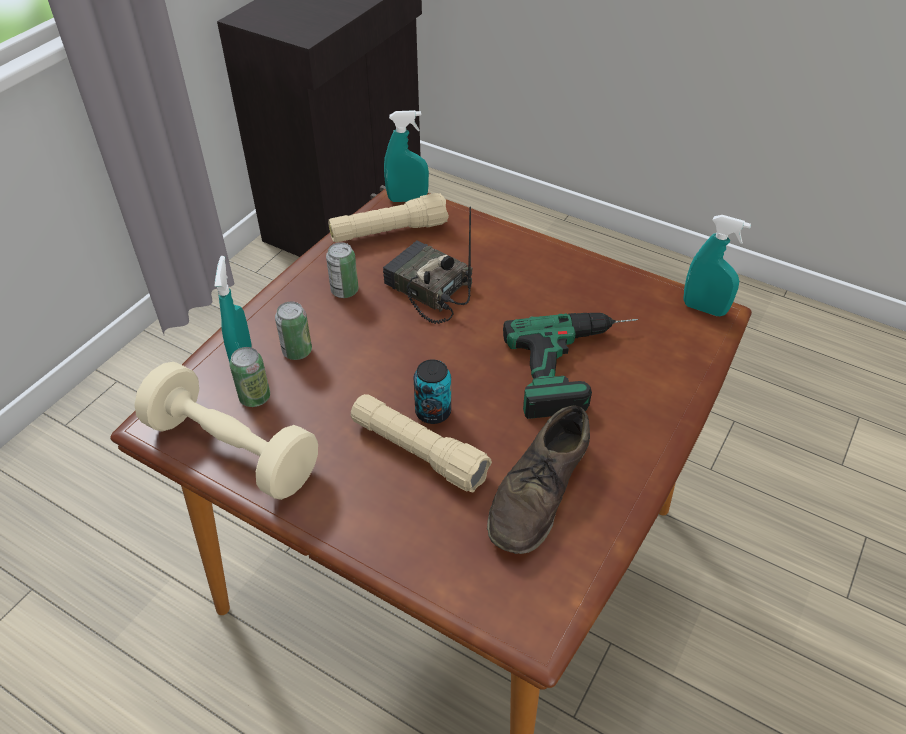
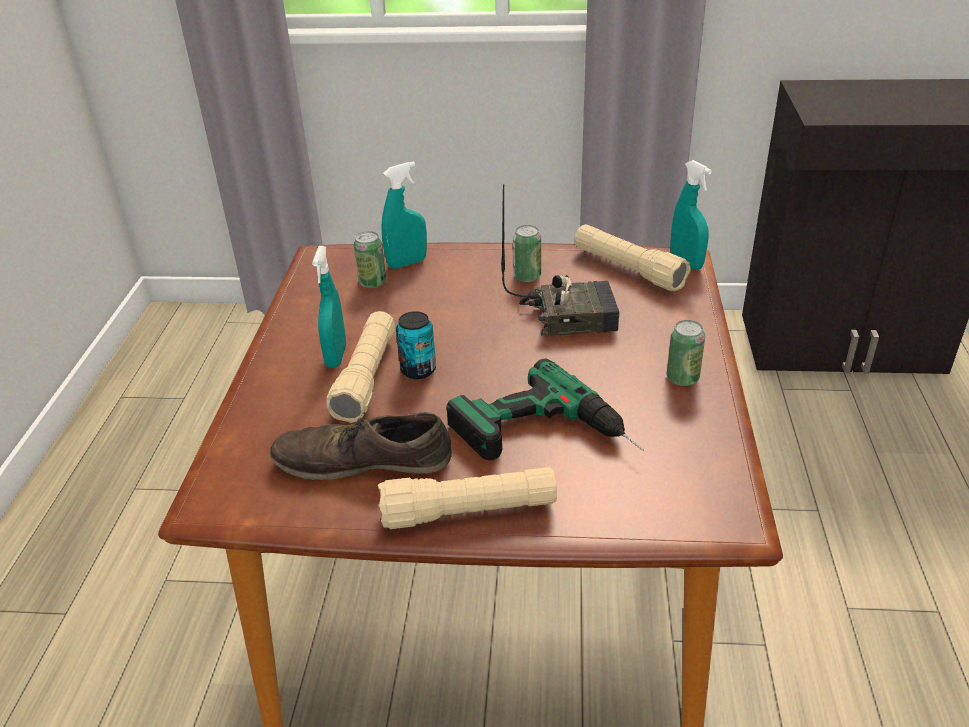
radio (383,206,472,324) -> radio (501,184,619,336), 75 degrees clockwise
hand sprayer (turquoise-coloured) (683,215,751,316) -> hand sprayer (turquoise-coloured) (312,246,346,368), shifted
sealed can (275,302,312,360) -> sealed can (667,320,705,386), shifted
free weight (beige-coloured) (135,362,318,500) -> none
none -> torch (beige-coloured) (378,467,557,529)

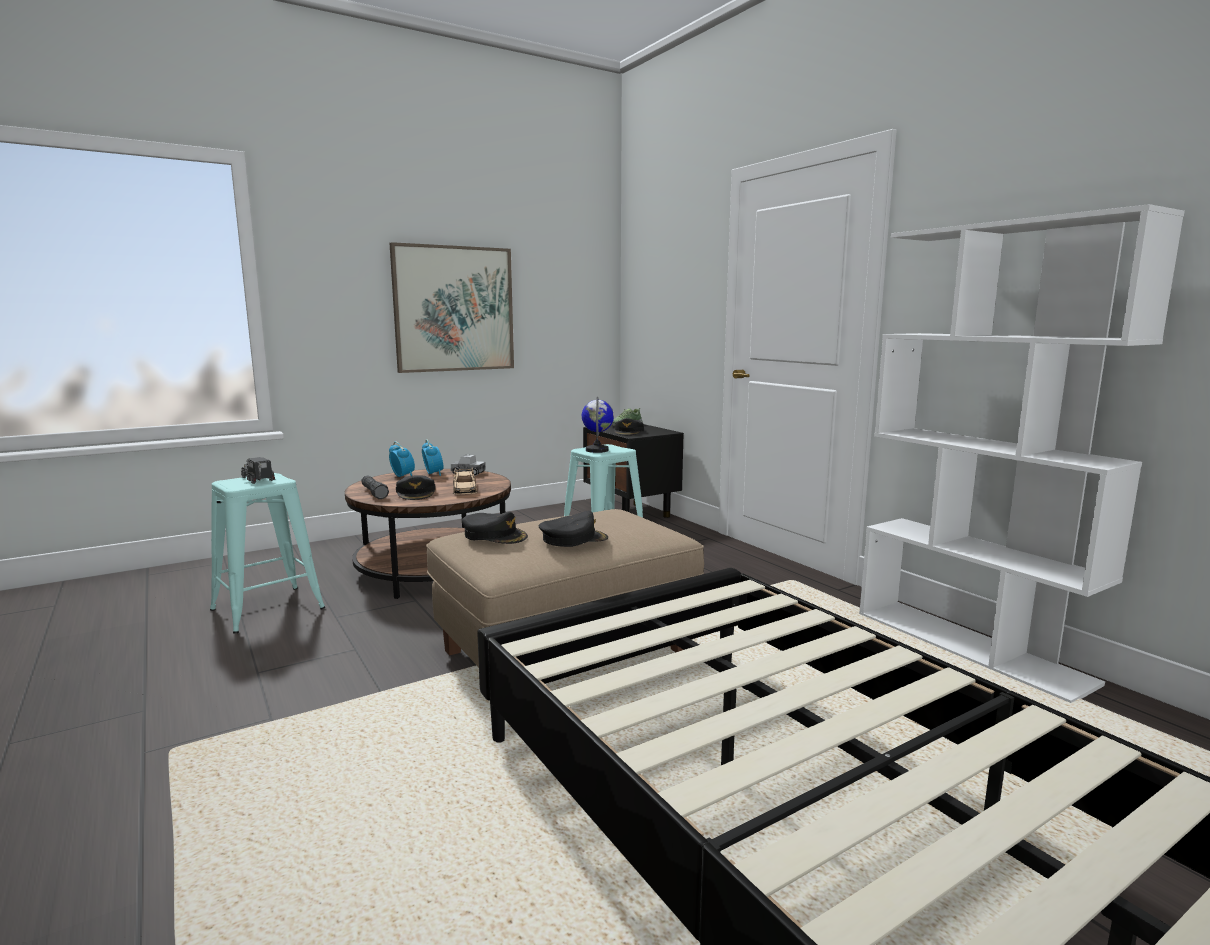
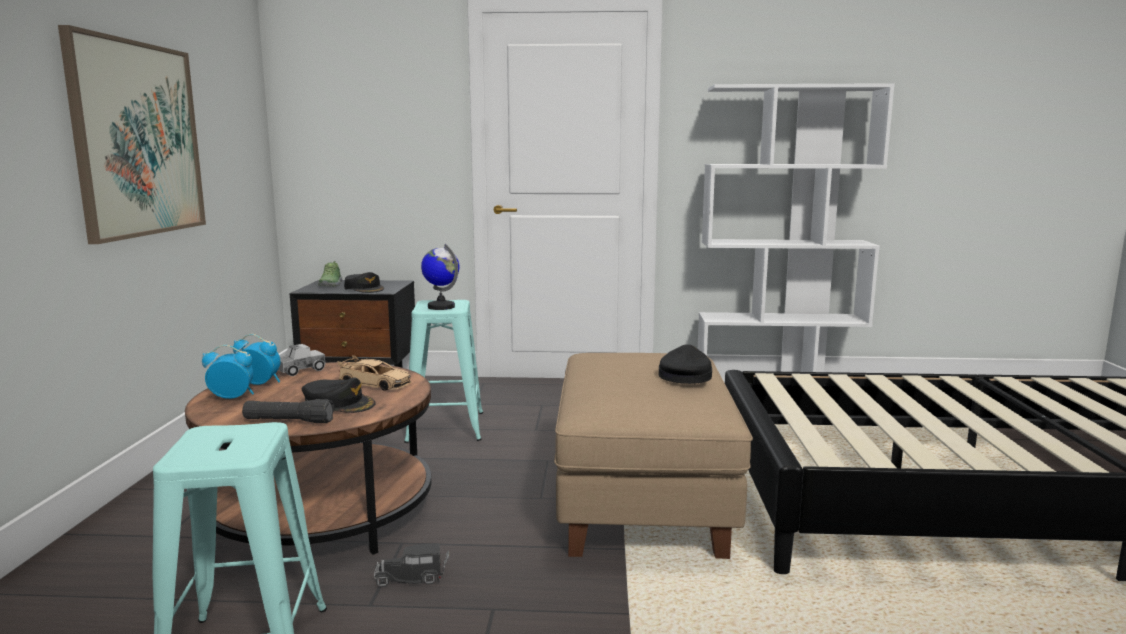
model truck (241,457,275,484) -> model truck (374,543,450,587), shifted
peaked cap (black) (462,512,528,544) -> none

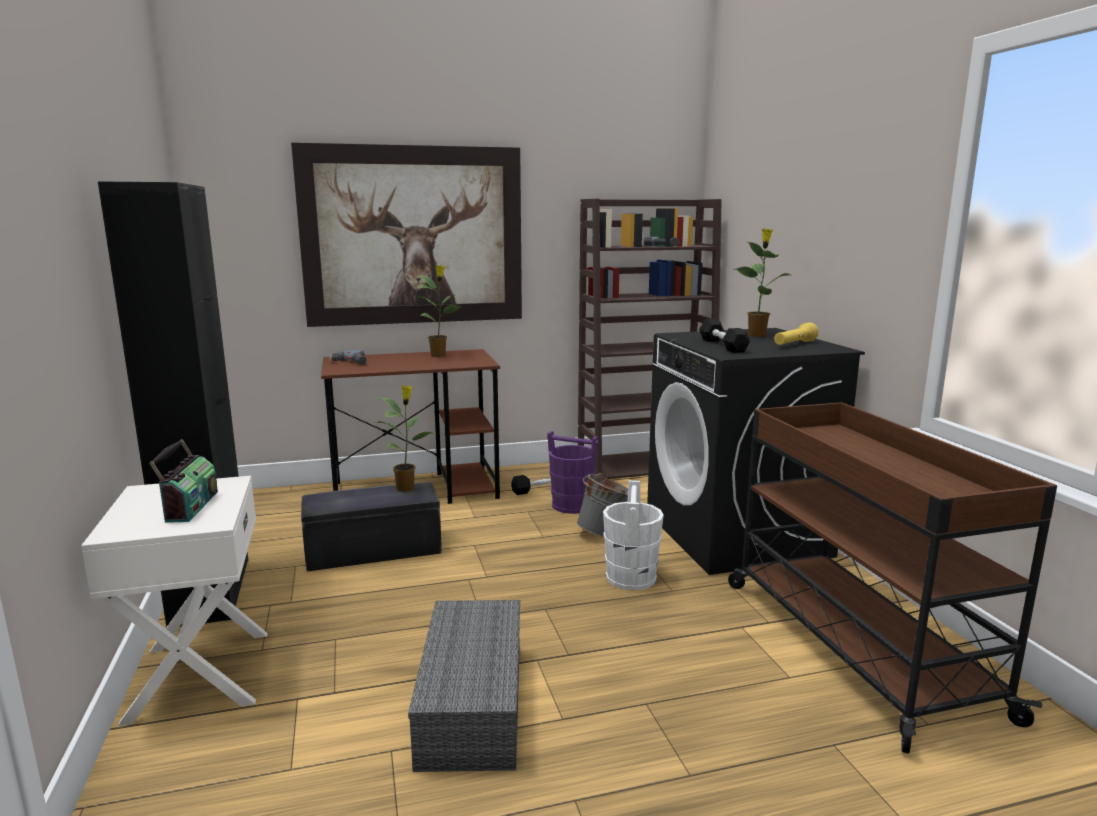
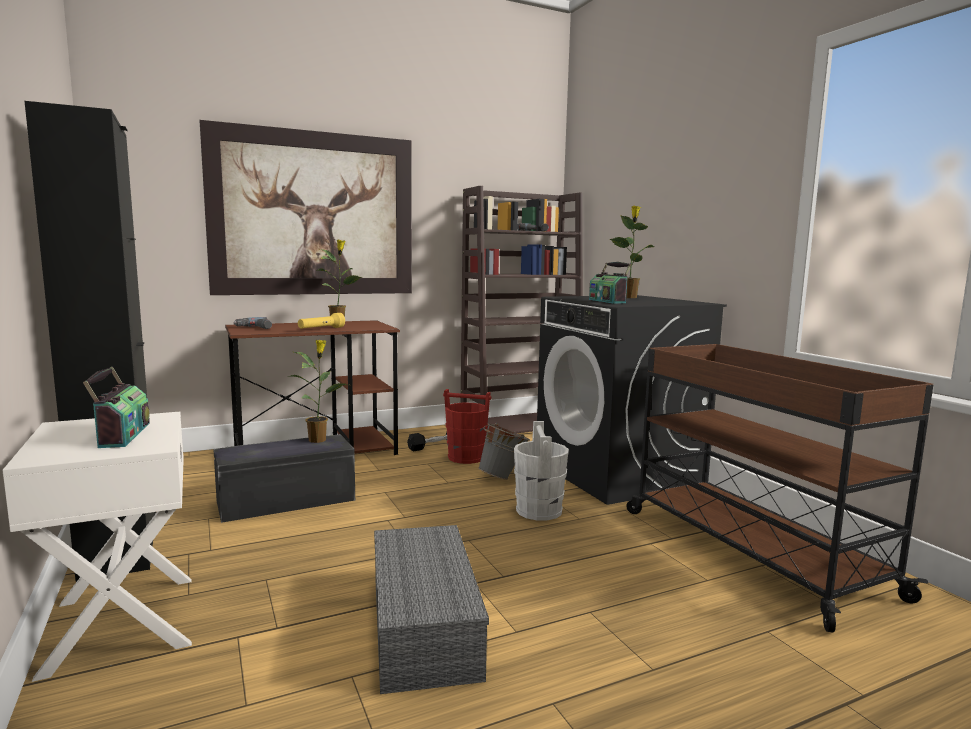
free weight (black) (699,319,750,353) -> radio (589,262,632,303)
torch (yellow-coloured) (774,323,819,345) -> torch (yellow-coloured) (298,313,345,329), shifted
pail (purple) (547,431,599,514) -> pail (red-coloured) (443,389,491,464)

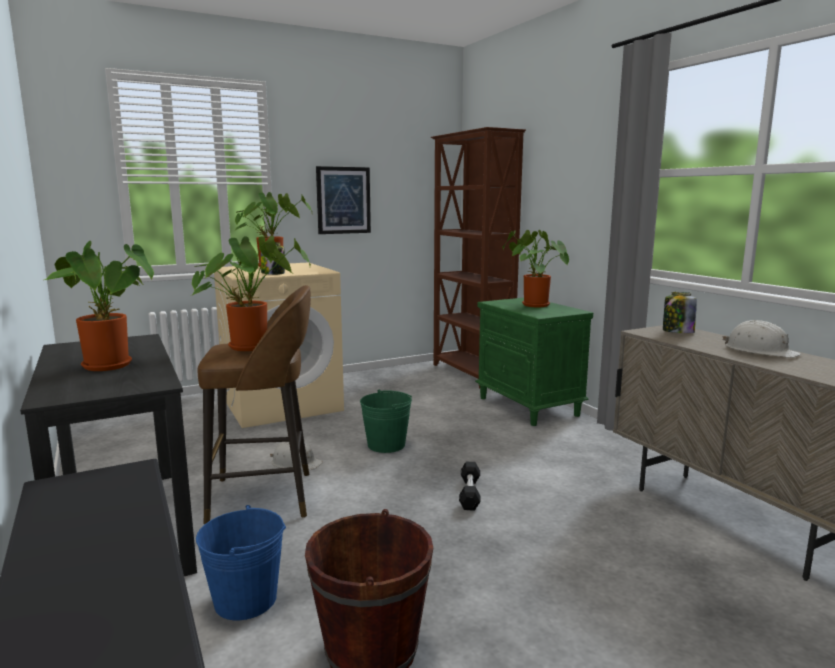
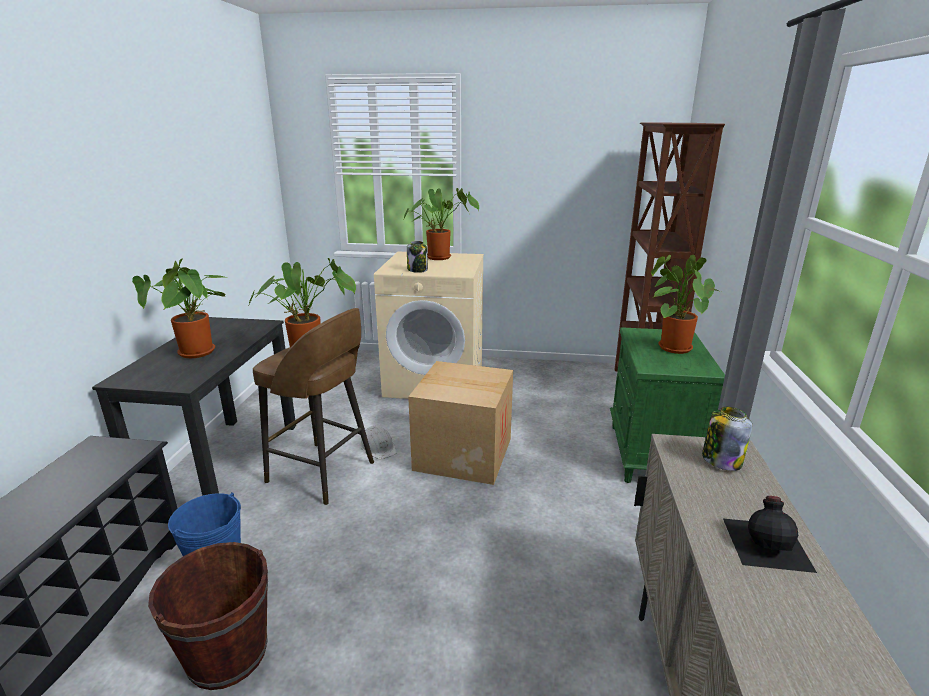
wall art (316,166,371,234) -> none
work helmet (white-coloured) (722,320,801,358) -> bottle (black) (723,496,817,573)
pail (green-coloured) (360,389,412,453) -> carton (408,361,513,485)
free weight (black) (459,462,480,511) -> none

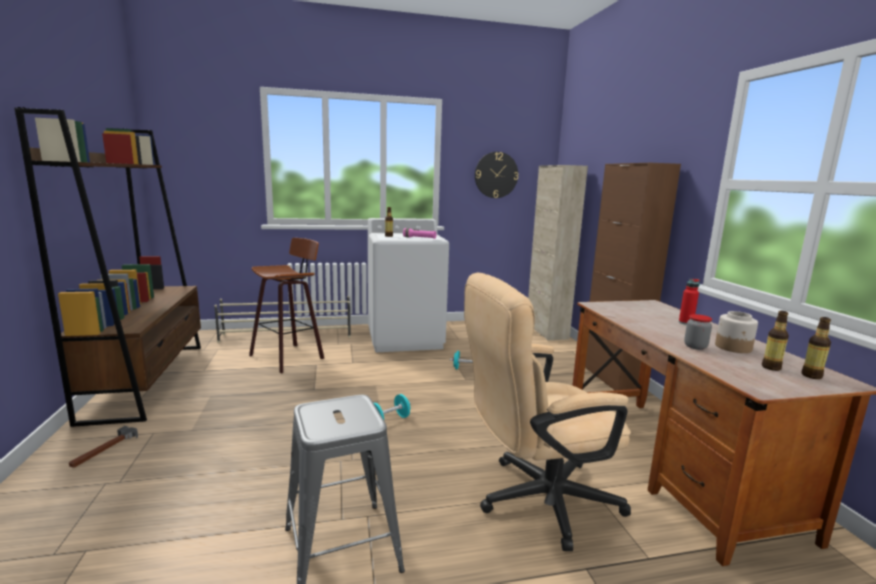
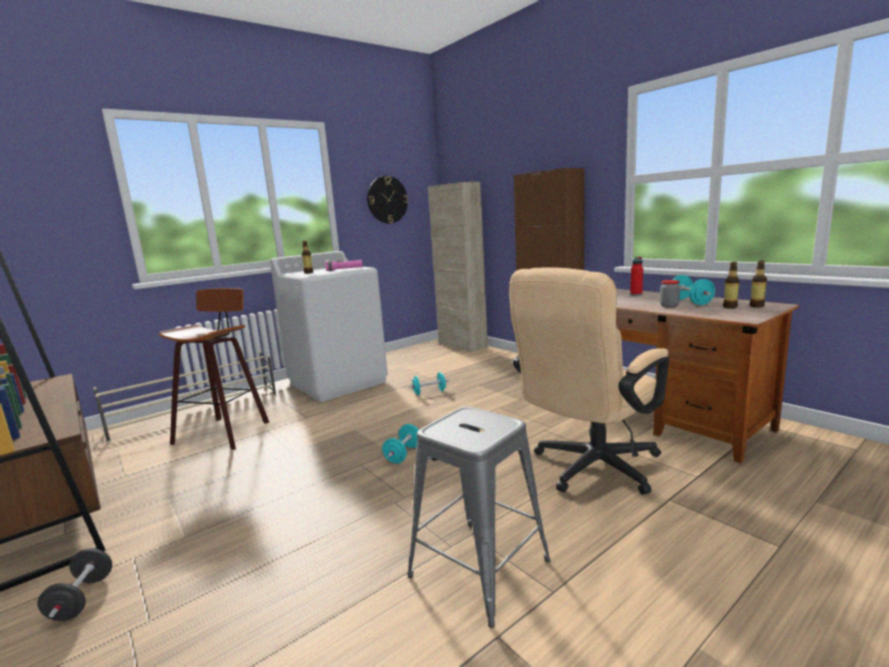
storage jar (715,311,758,353) -> free weight (turquoise-coloured) (673,275,715,305)
hand hammer (69,426,138,468) -> free weight (black) (37,548,112,621)

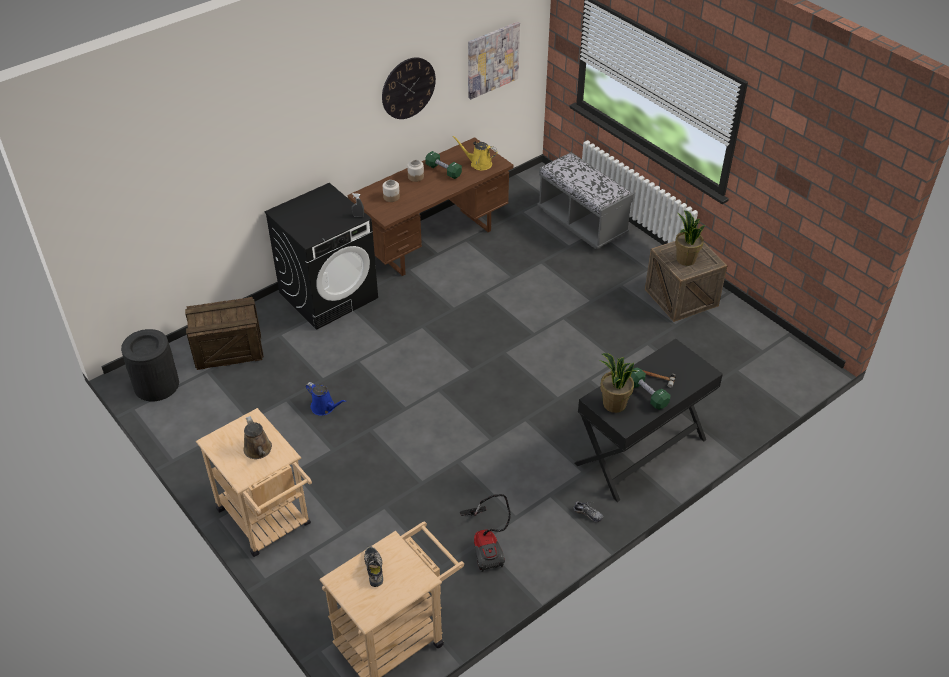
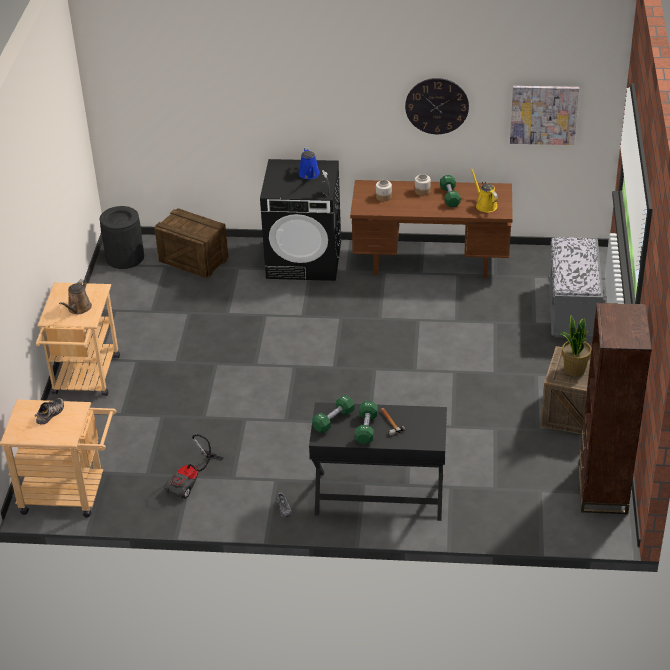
potted plant (600,353,637,413) -> free weight (green-coloured) (312,395,354,433)
watering pot (bluish) (306,382,346,416) -> watering pot (bluish) (299,147,320,179), shifted
none -> bookshelf (brownish) (578,303,652,514)

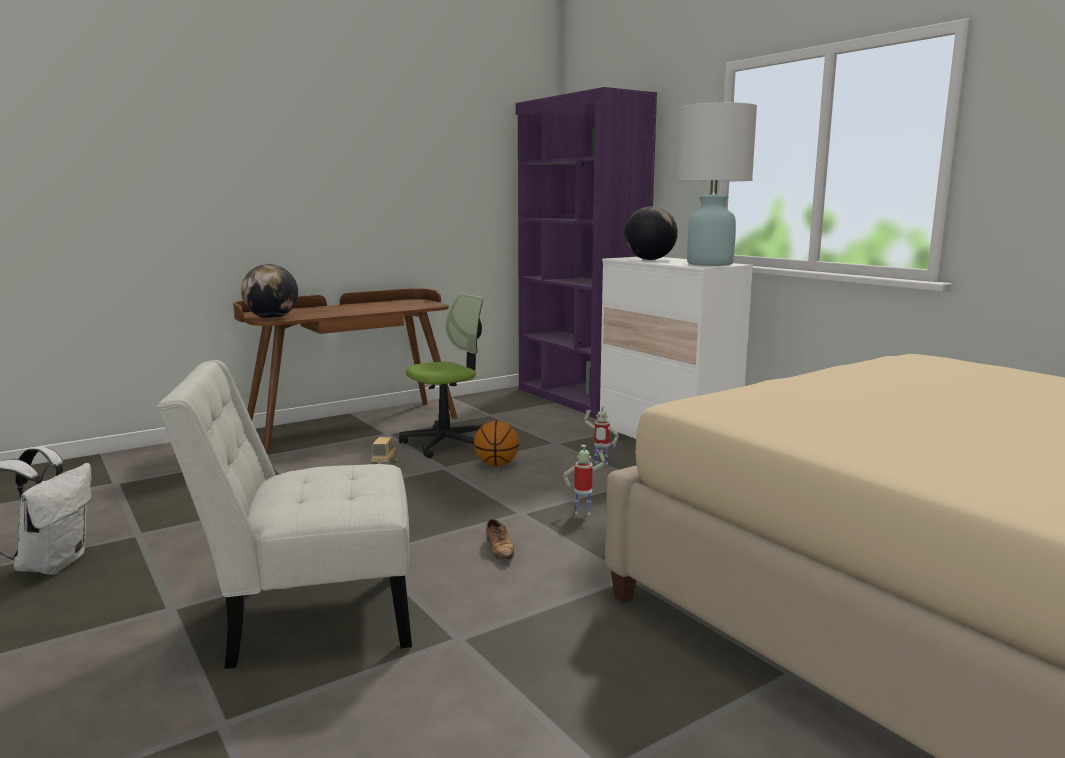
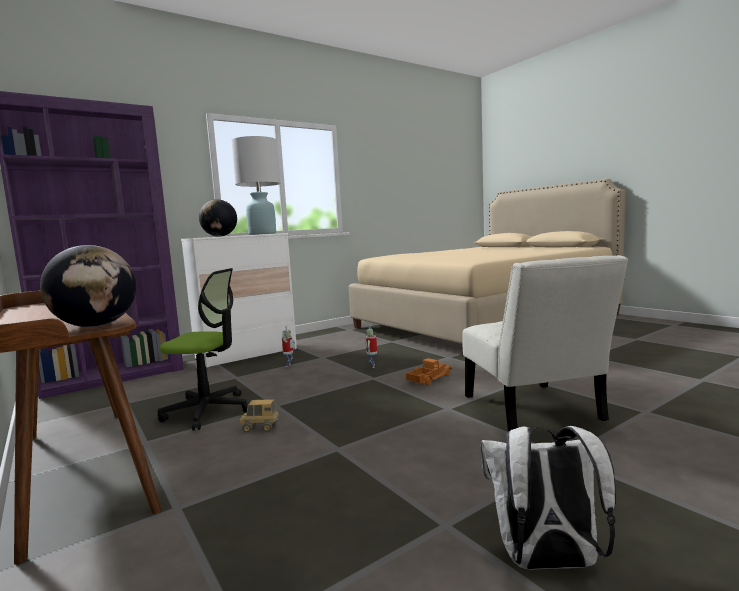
desk chair (399,294,483,458) -> desk chair (158,268,248,430), 135 degrees clockwise
basketball ball (474,421,519,466) -> none
item of footwear (486,519,514,561) -> model truck (406,358,452,386)

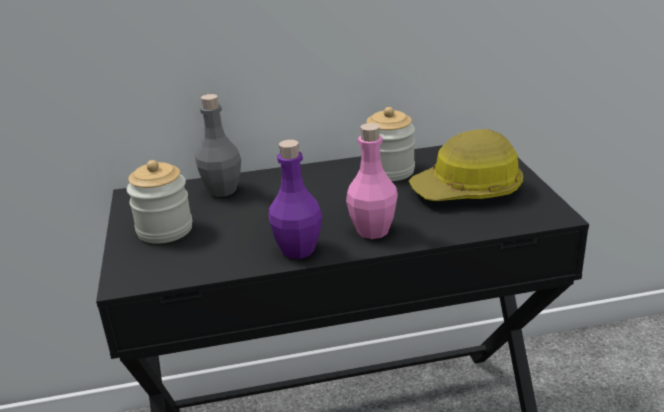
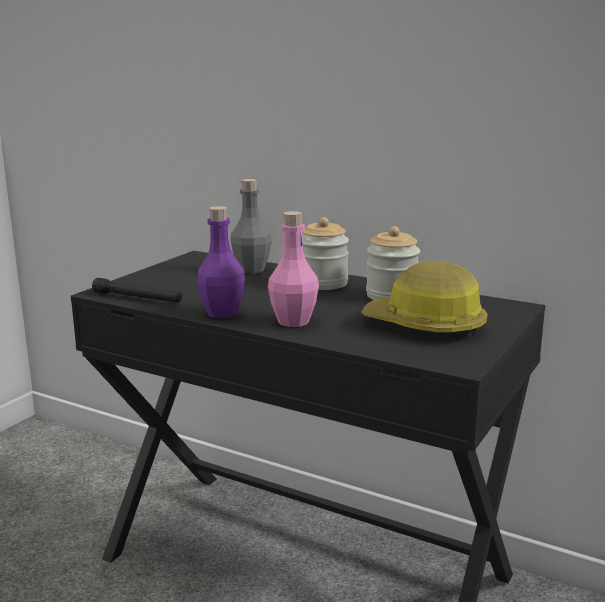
storage jar (127,160,192,244) -> storage jar (302,217,349,290), shifted
none -> torch (black) (92,278,182,303)

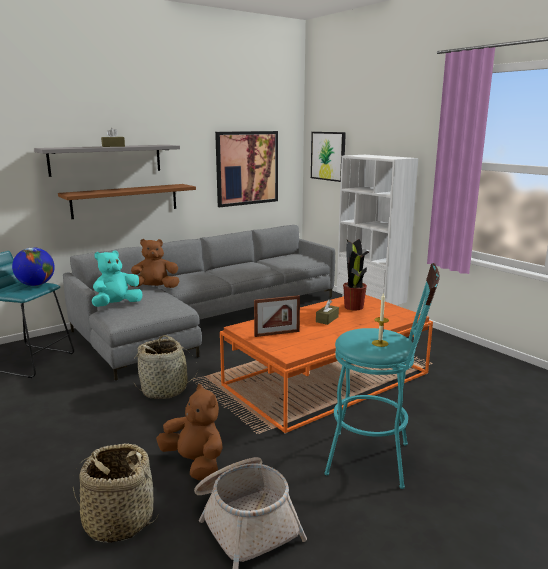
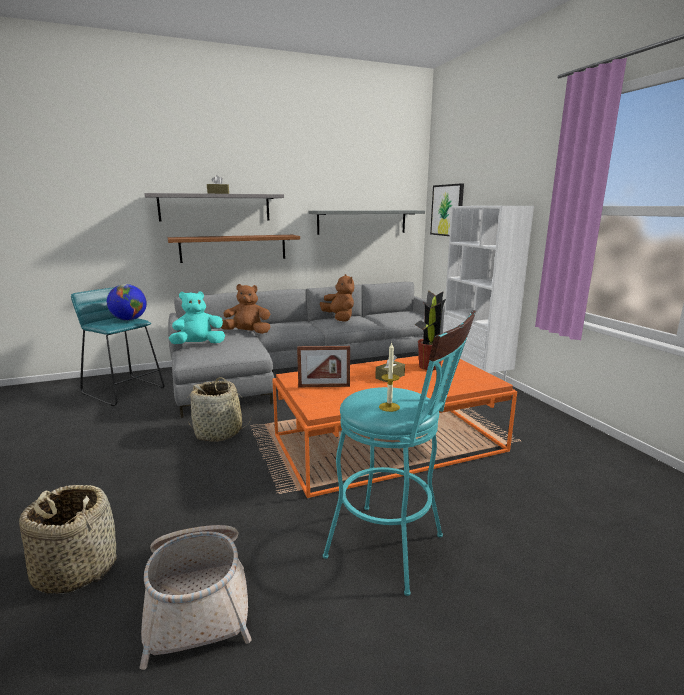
wall art (215,131,278,207) -> bracket shelf (grey) (309,210,425,235)
plush toy (brownish) (156,384,223,480) -> plush toy (brownish) (320,274,354,322), shifted

